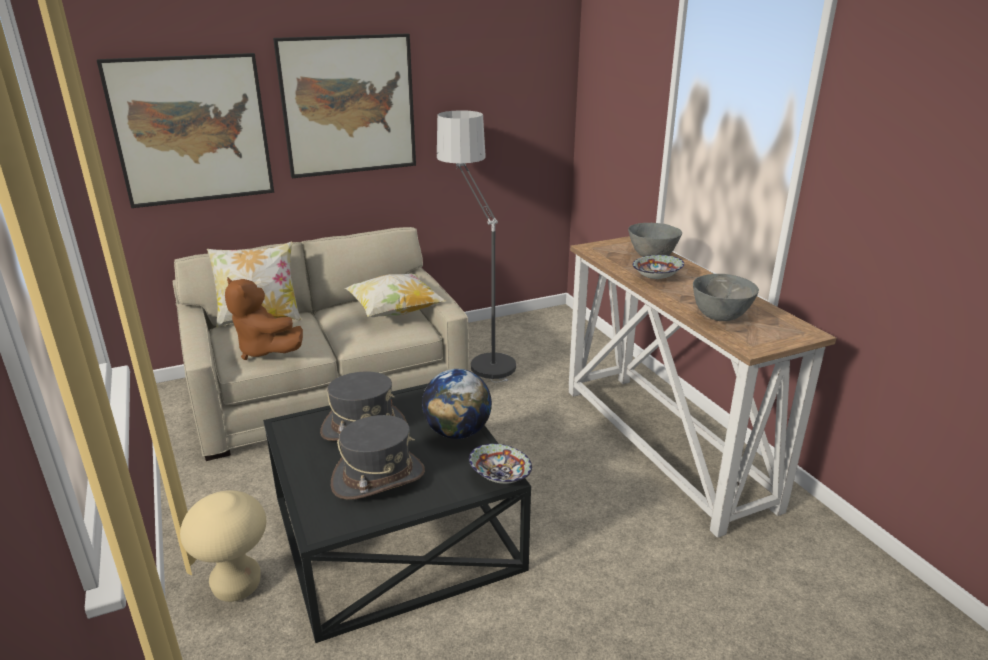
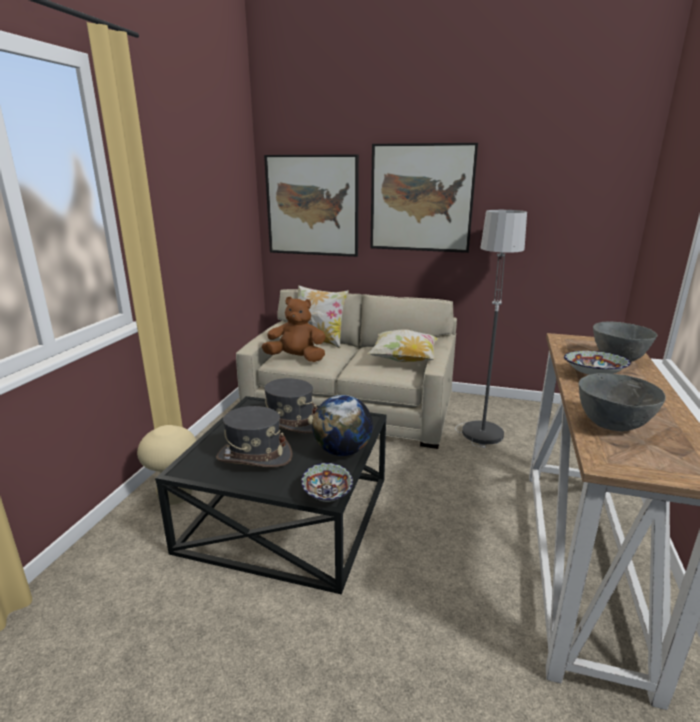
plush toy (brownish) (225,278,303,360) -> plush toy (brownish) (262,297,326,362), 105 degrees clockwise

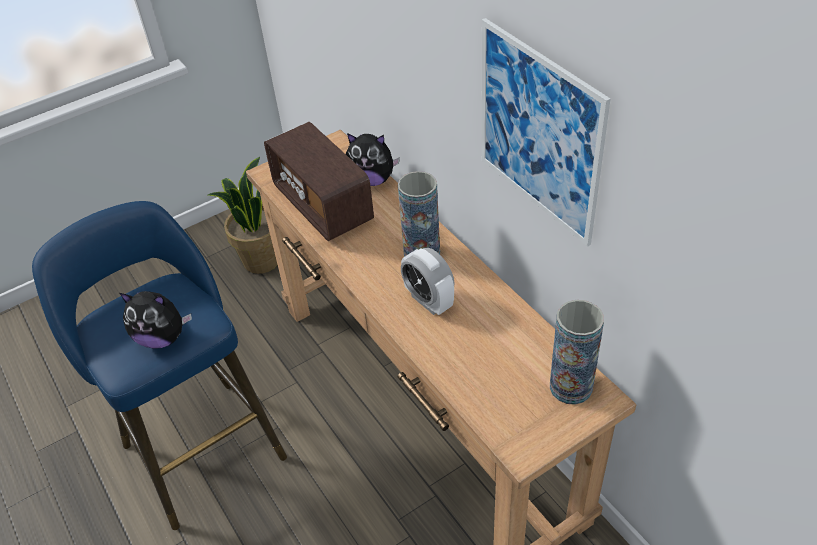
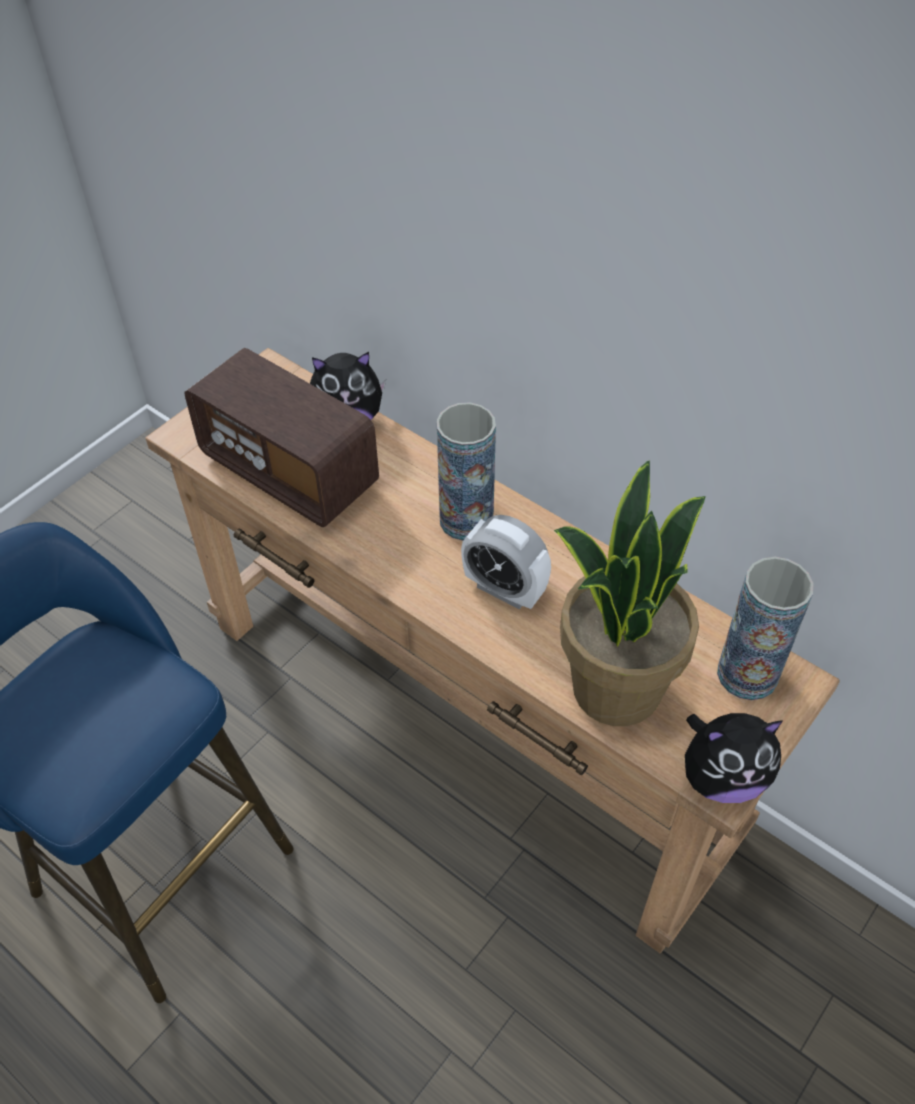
wall art (481,18,610,247) -> none
potted plant (208,157,278,274) -> potted plant (554,460,706,726), shifted
plush toy (120,291,192,349) -> plush toy (685,713,783,803), shifted

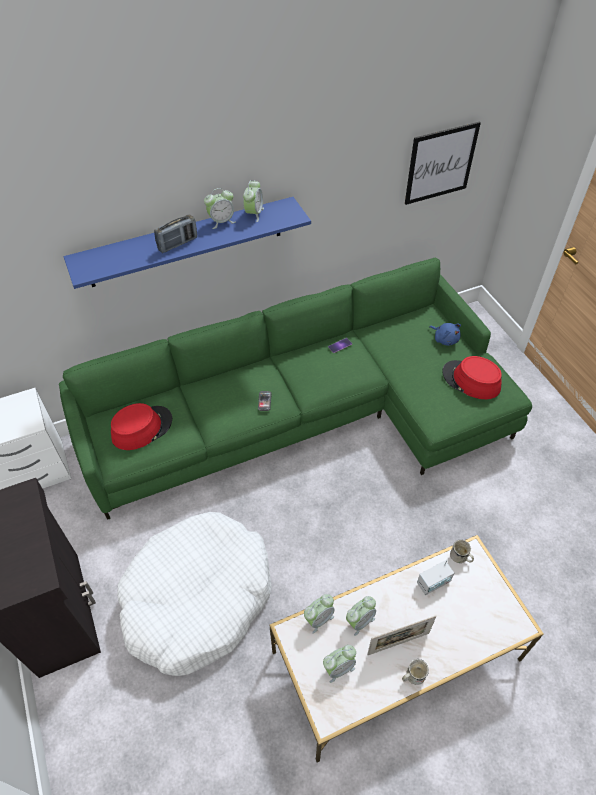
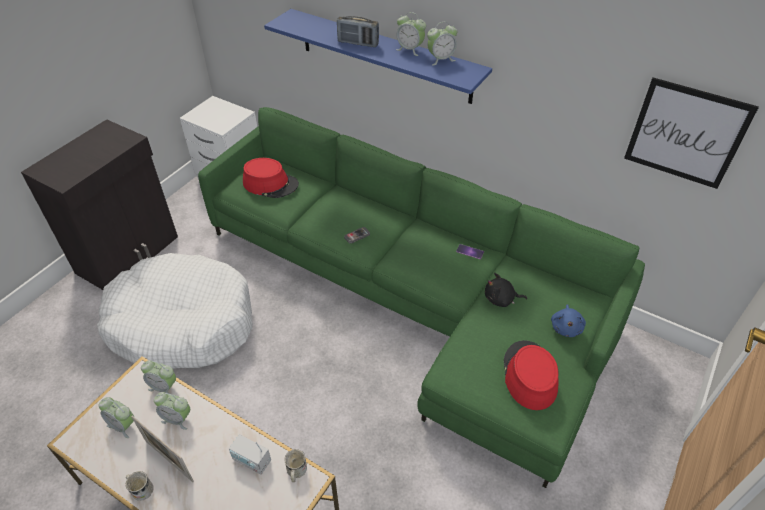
none -> plush toy (black) (485,273,527,307)

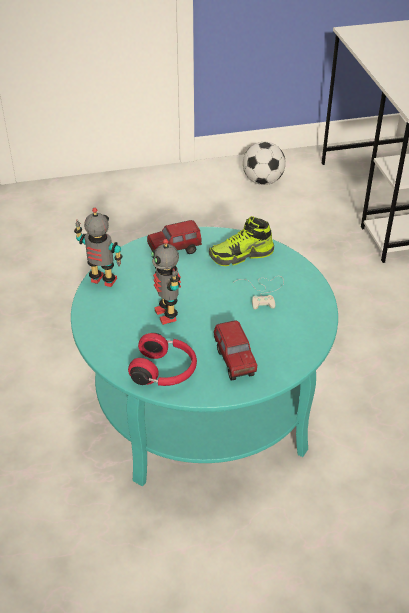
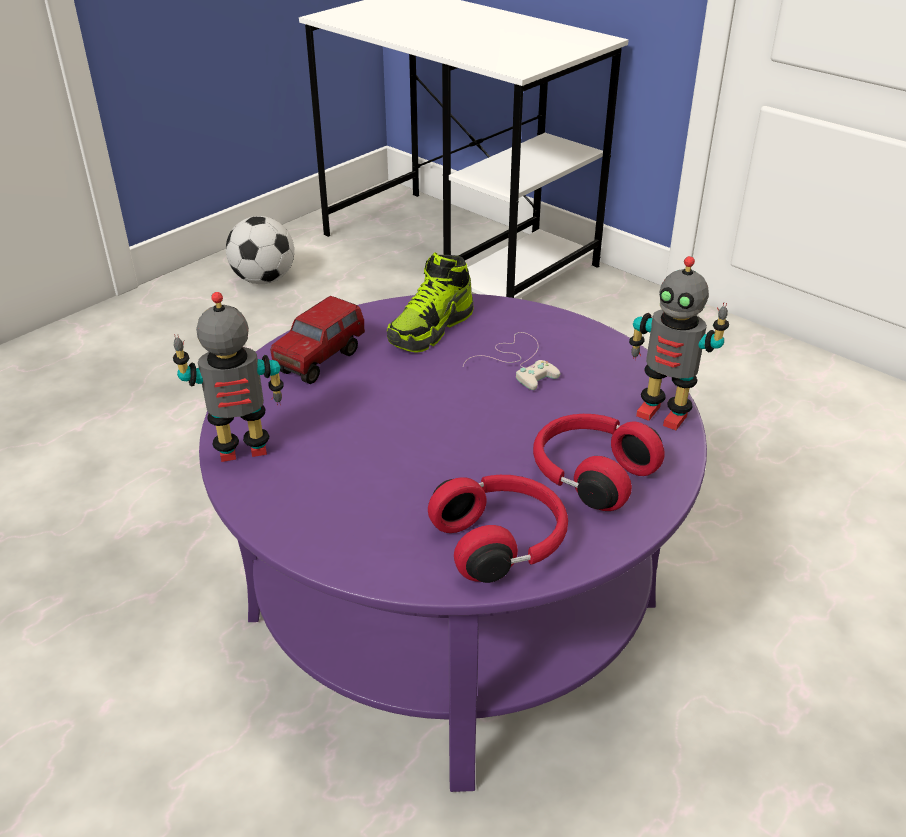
coffee table (turquoise-coloured) (71,227,338,486) -> coffee table (purple) (199,294,707,792)
toy robot (151,239,181,325) -> toy robot (629,256,729,430), shifted
model truck (214,320,257,381) -> headphones (red-coloured) (533,414,665,511)

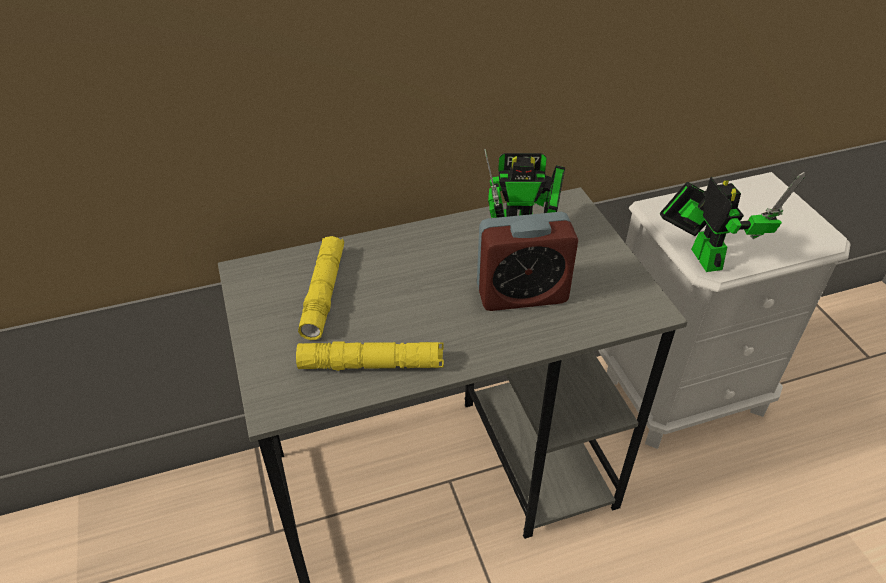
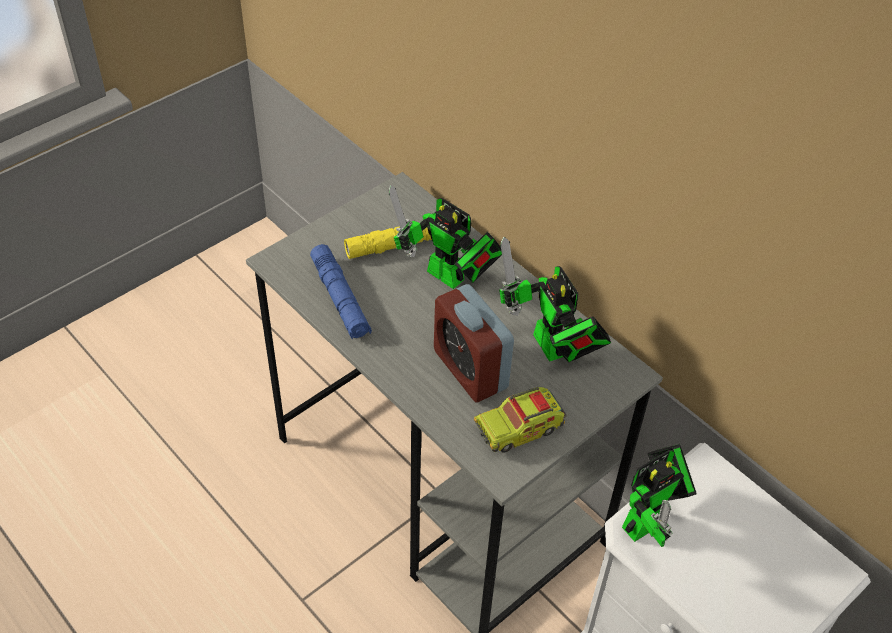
torch (yellow-coloured) (296,341,444,371) -> torch (bluish) (310,244,372,339)
none -> toy robot (389,185,502,289)
none -> model truck (474,387,566,453)

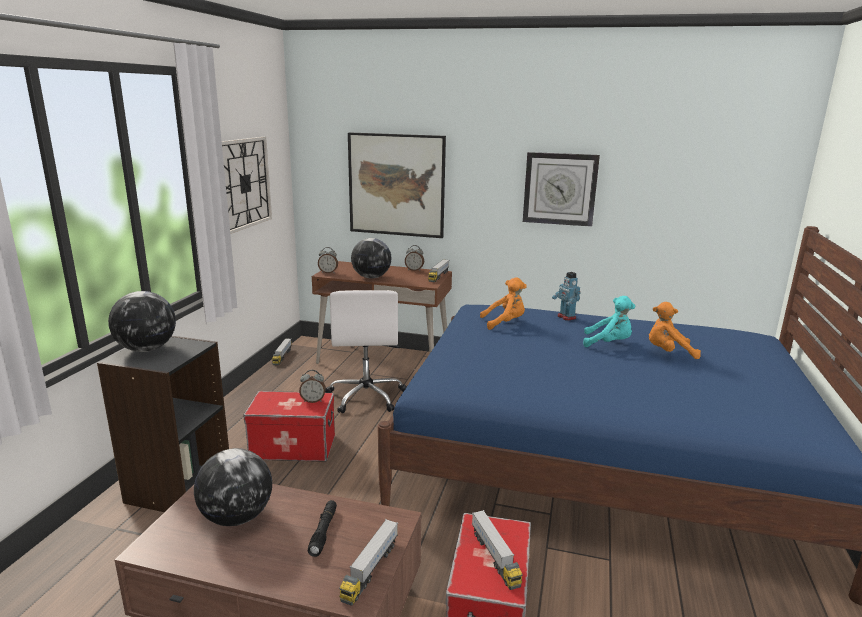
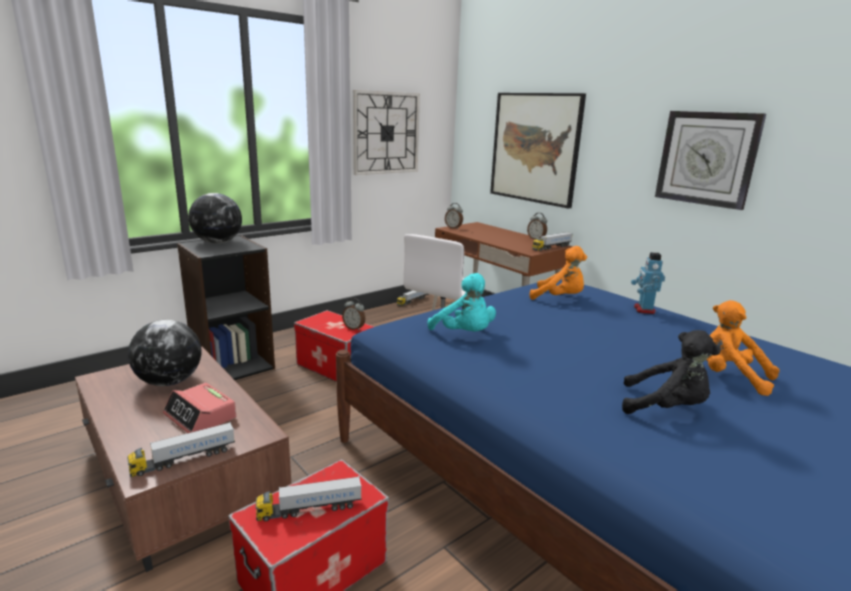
desk globe (351,238,392,278) -> none
plush toy (turquoise-coloured) (583,296,635,347) -> plush toy (turquoise-coloured) (427,273,496,332), shifted
torch (black) (308,500,337,557) -> alarm clock (163,383,236,433)
model truck (472,510,523,590) -> model truck (256,476,362,521), 60 degrees clockwise
none -> plush toy (black) (622,330,721,414)

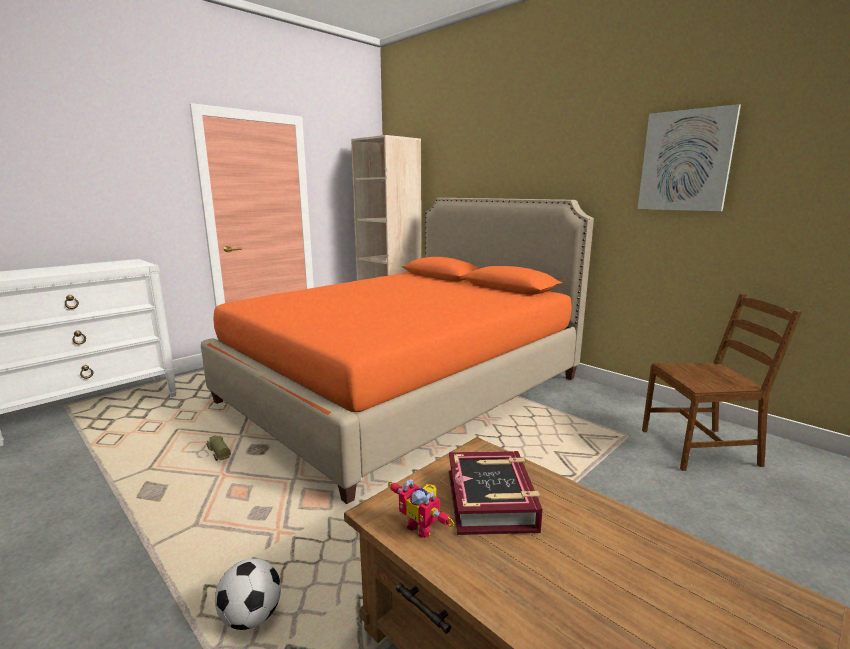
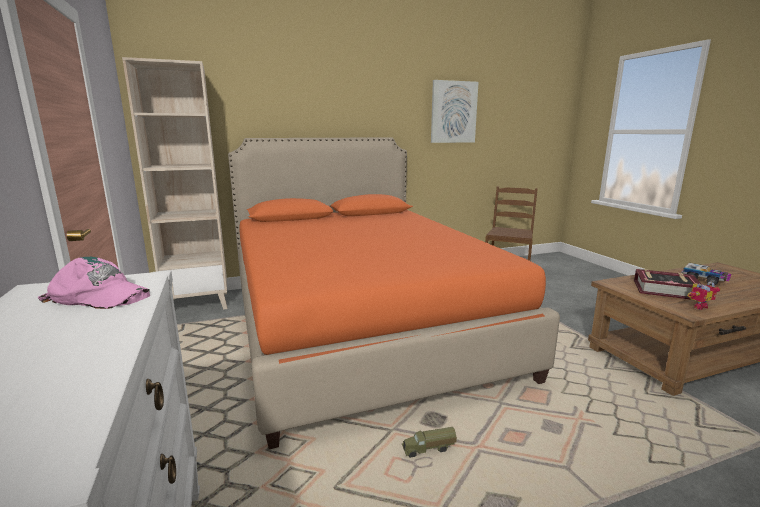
football ball (215,558,281,630) -> none
none -> peaked cap (pinkish) (38,257,150,309)
none -> model truck (681,263,731,285)

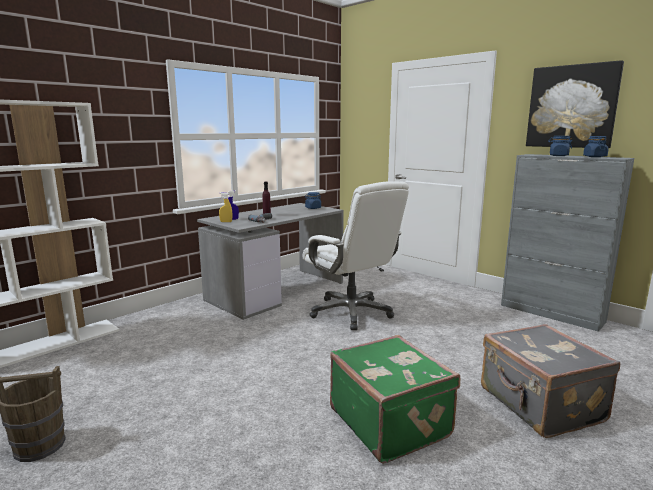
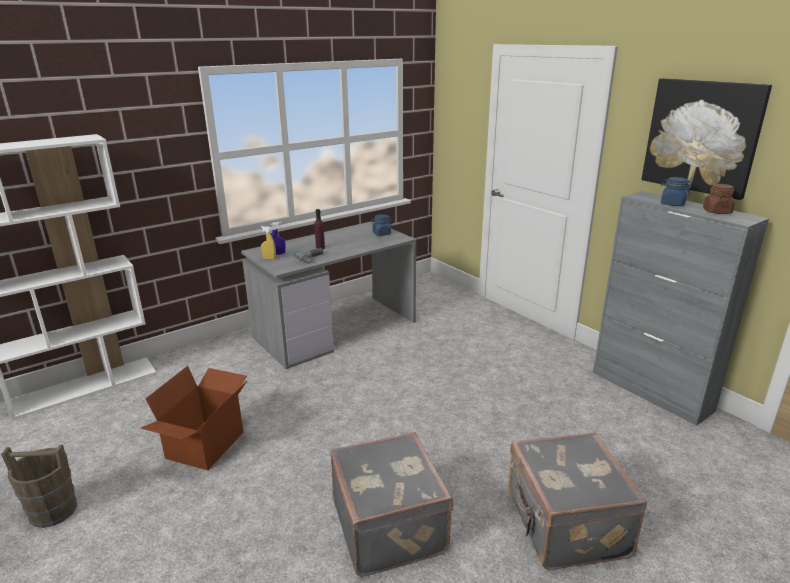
storage jar (bluish) (583,136,608,157) -> storage jar (brownish) (703,184,734,214)
desk chair (white-coloured) (303,182,409,330) -> none
travel case (green-coloured) (330,335,460,464) -> travel case (grey) (330,432,453,577)
none -> carton (140,366,247,470)

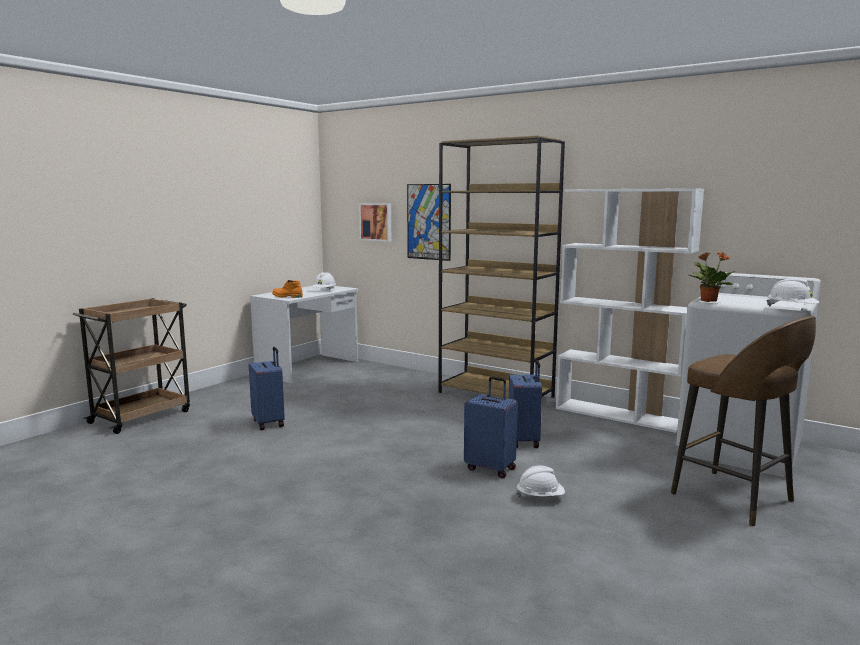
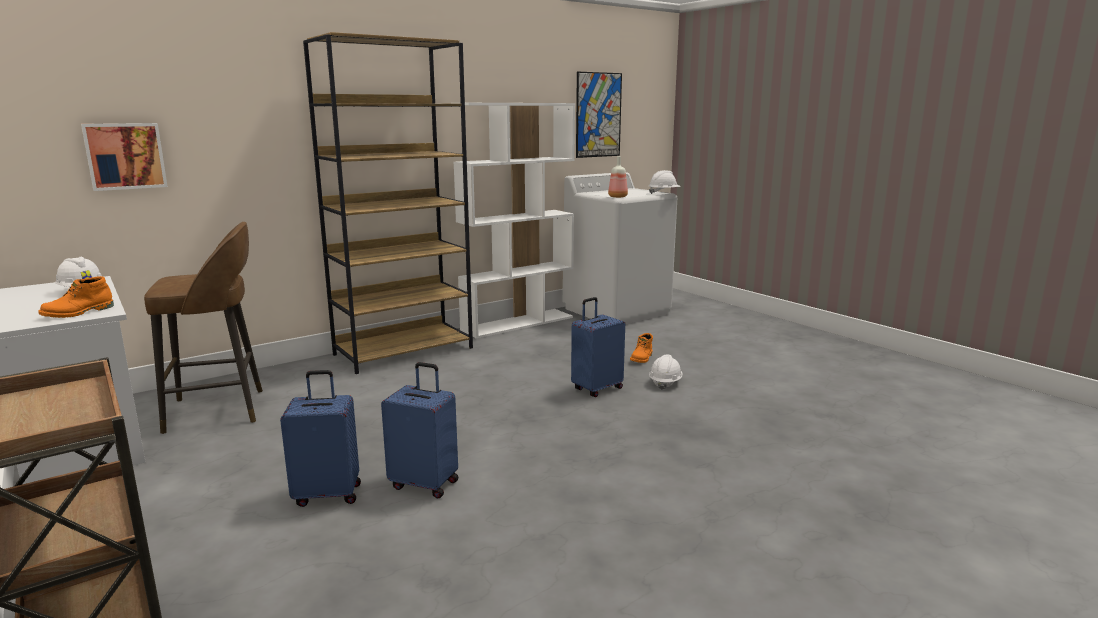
wall art (407,184,451,261) -> wall art (576,72,622,158), shifted
potted plant (689,252,735,302) -> bottle (608,156,628,198)
stool seat (brownish) (671,316,816,527) -> stool seat (brownish) (144,222,263,434), shifted
travel case (bluish) (509,360,542,448) -> travel case (bluish) (381,362,458,499), shifted
none -> tall boot (orange) (630,333,653,363)

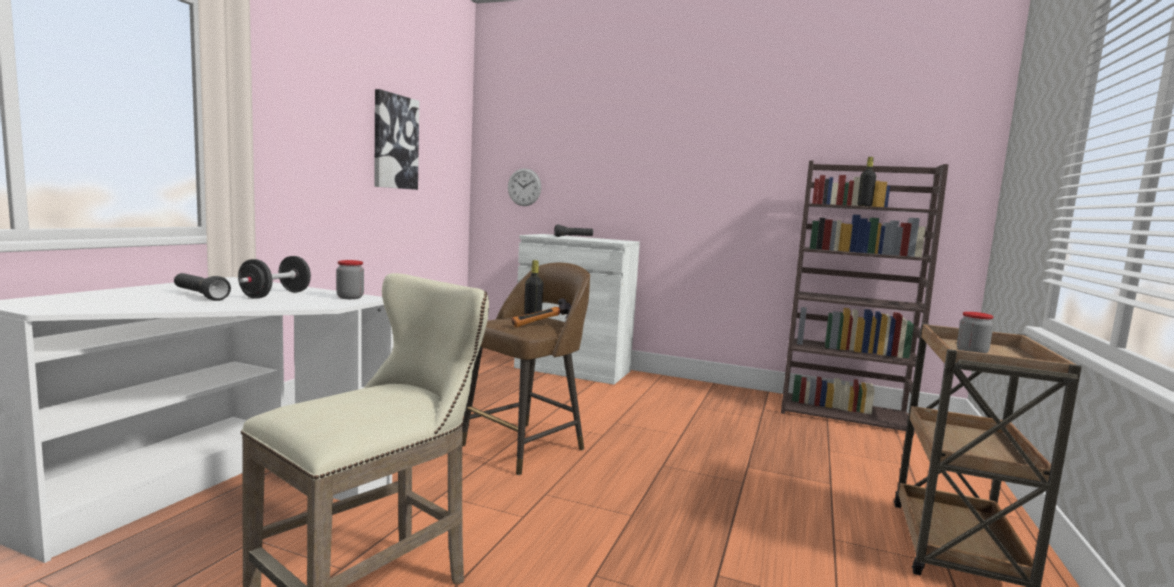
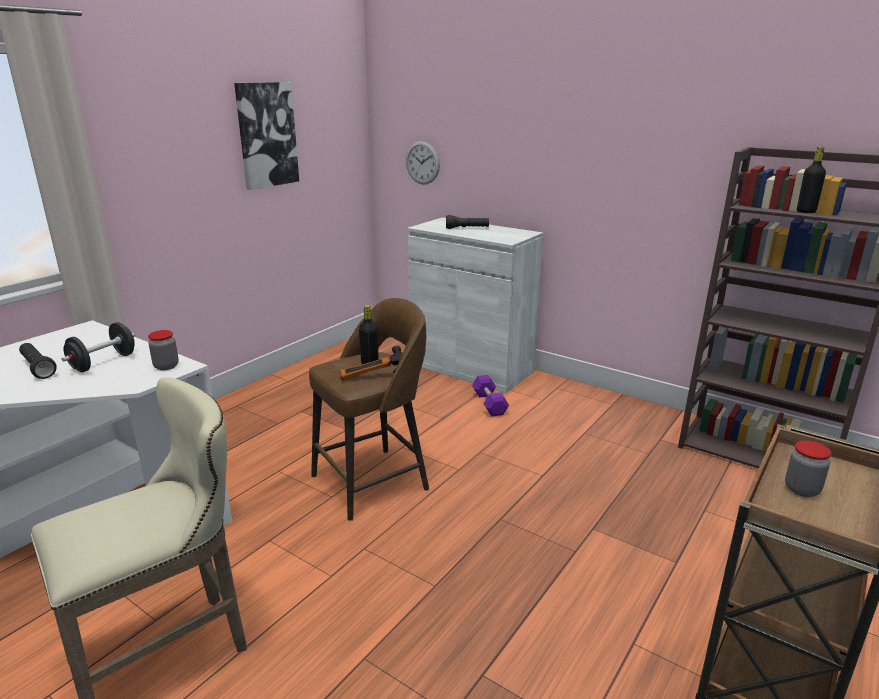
none -> free weight (purple) (472,375,509,416)

